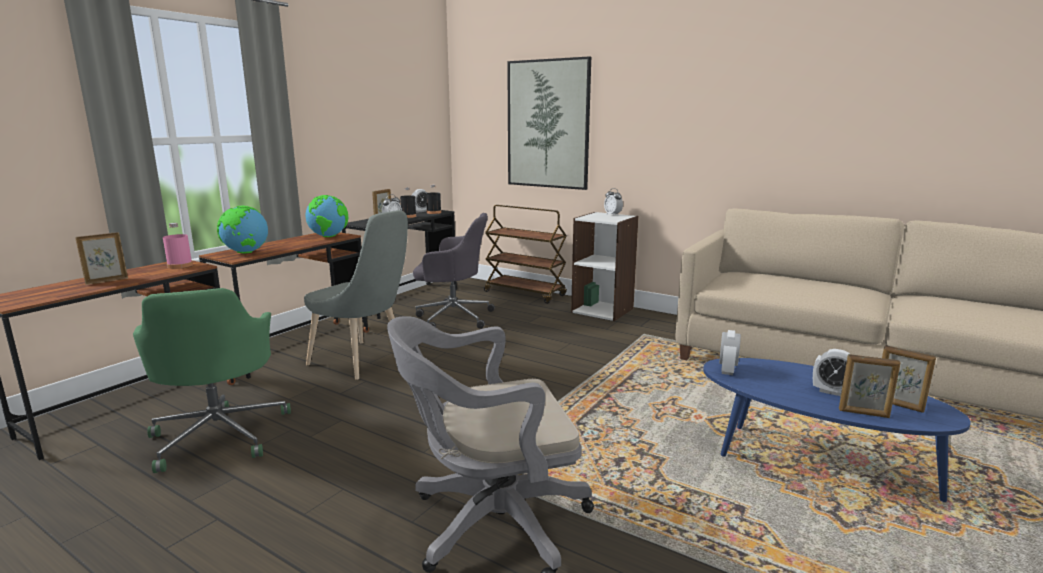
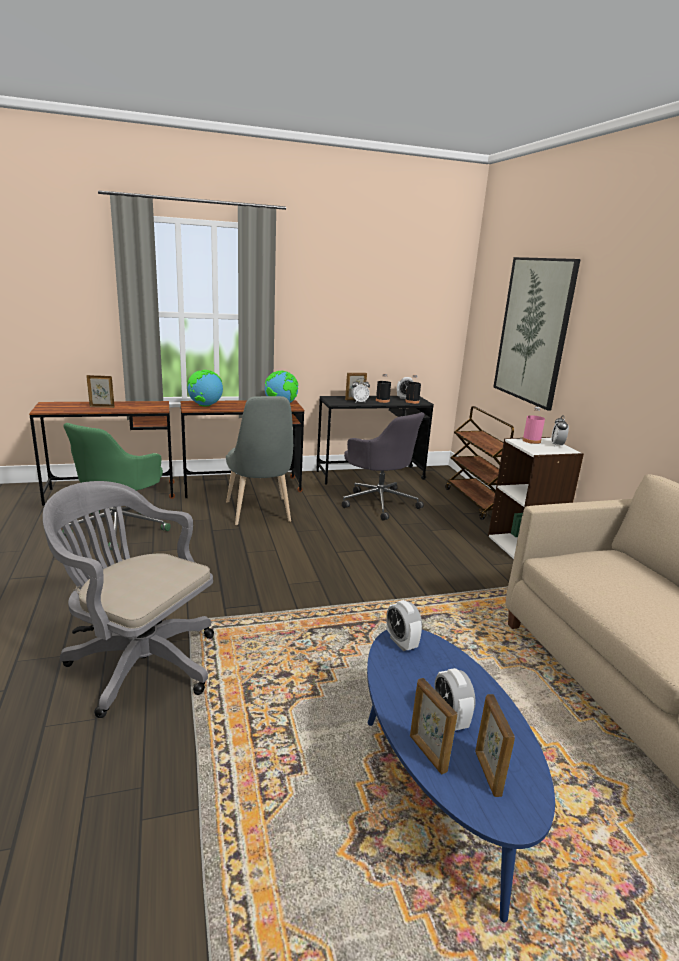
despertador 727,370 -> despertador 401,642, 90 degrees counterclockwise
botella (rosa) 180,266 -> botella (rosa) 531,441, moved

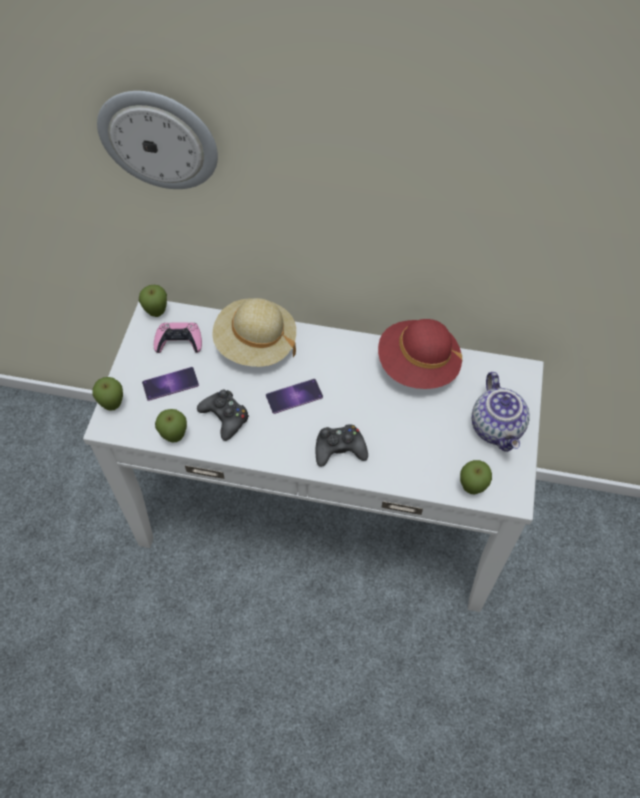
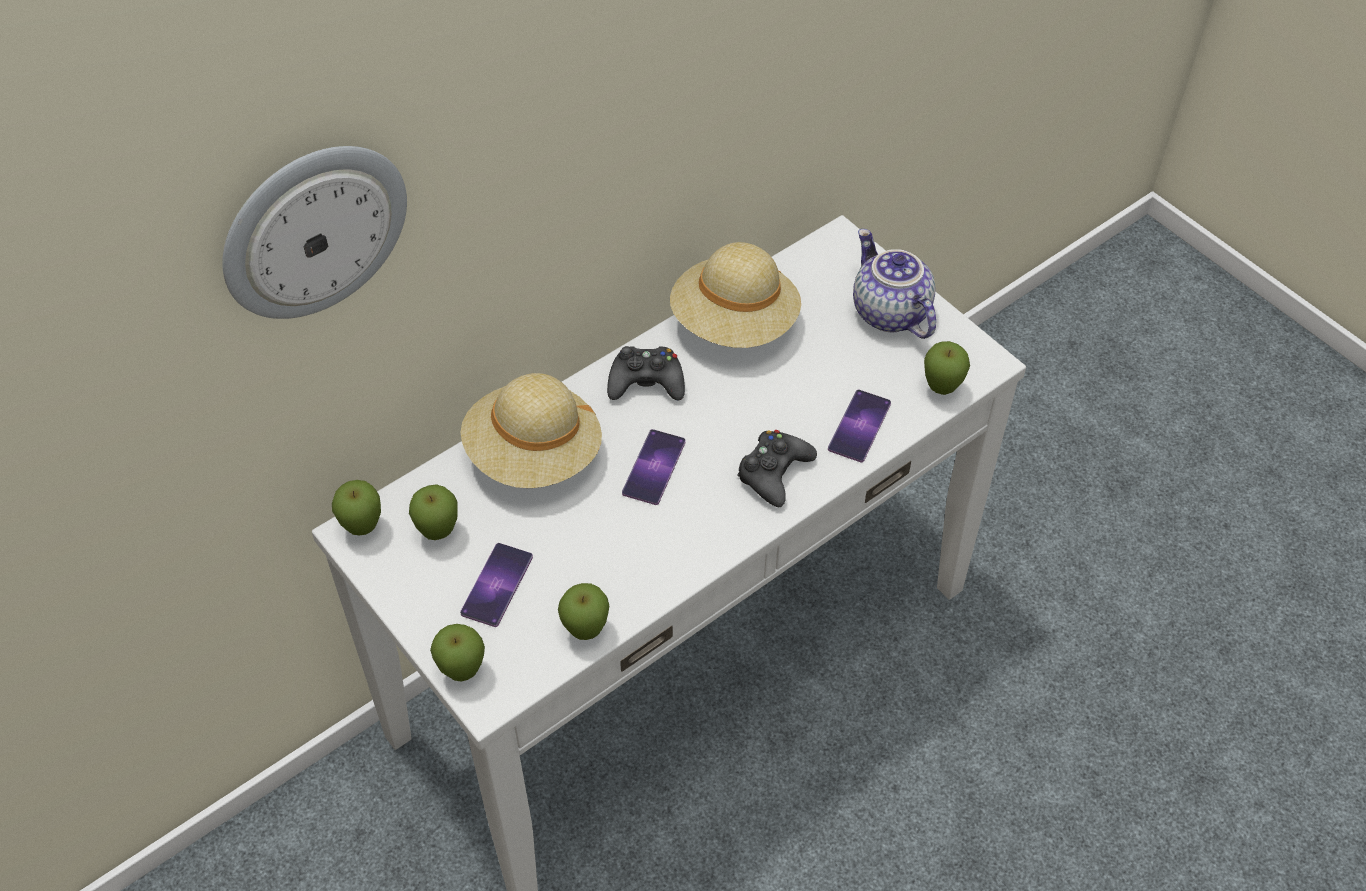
mando de consola (rosa) 179,341 -> manzana 438,533
mando de consola (negro) 225,417 -> mando de consola (negro) 646,382, moved
sombrero (rojo) 417,366 -> sombrero (beis) 735,323
none -> móvil 859,426
tetera 498,428 -> tetera 888,313, 150 degrees counterclockwise

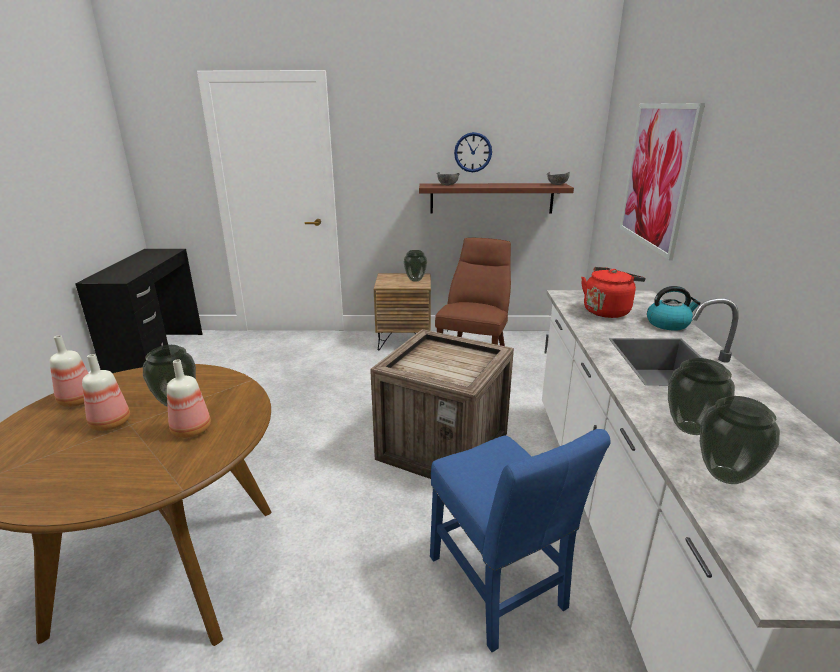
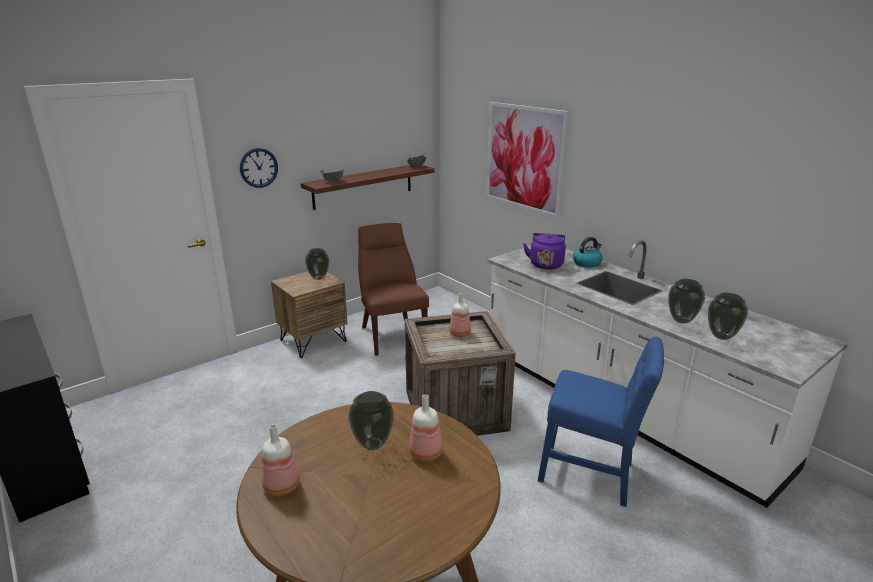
reloj de pared 473,152 -> reloj de pared 259,167, moved
botella 110,424 -> botella 460,334, moved
hervidor (rojo) 607,311 -> hervidor (morado) 546,264

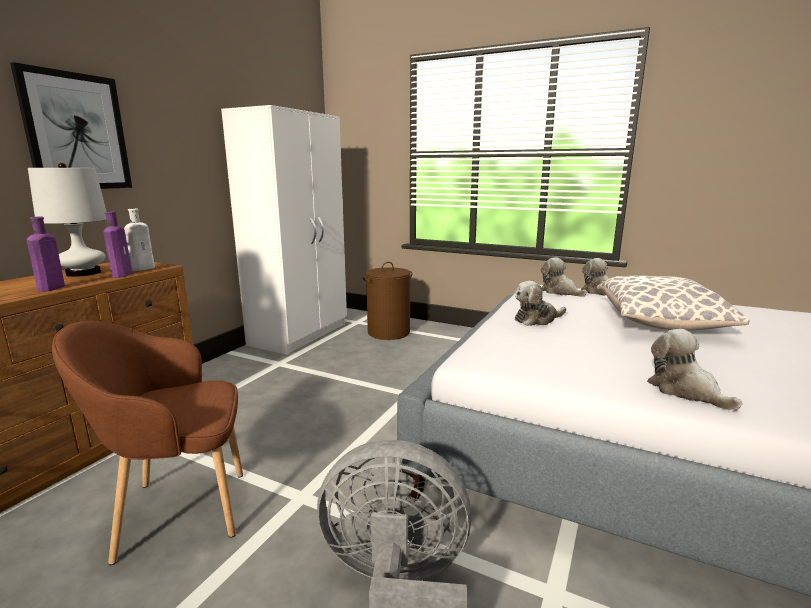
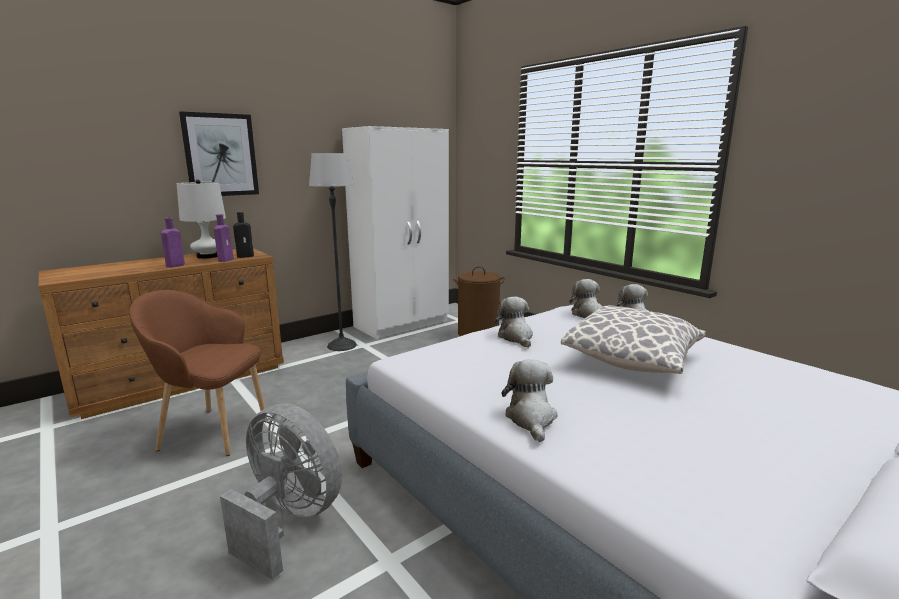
botella (blanco) 145,268 -> botella (negro) 246,256
none -> lámpara de pie 342,345
peluche 537,319 -> peluche 516,337, 75 degrees clockwise

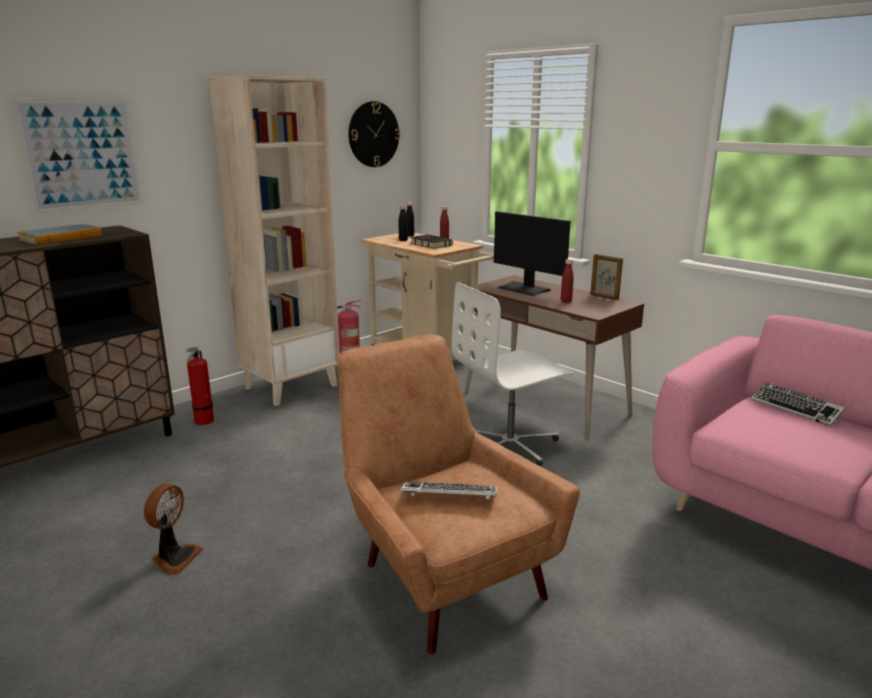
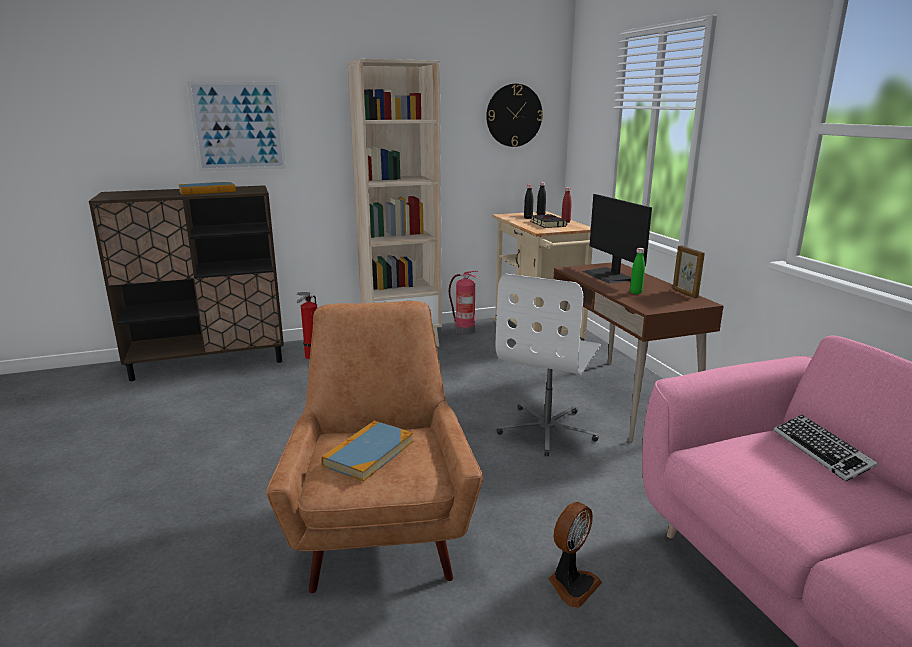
teclado 449,496 -> libro 368,453
silla de oficina (blanco) 511,445 -> silla de oficina (blanco) 547,429, 60 degrees counterclockwise
ventilador 174,558 -> ventilador 571,584, moved
botella (rojo) 566,301 -> botella (verde) 636,292

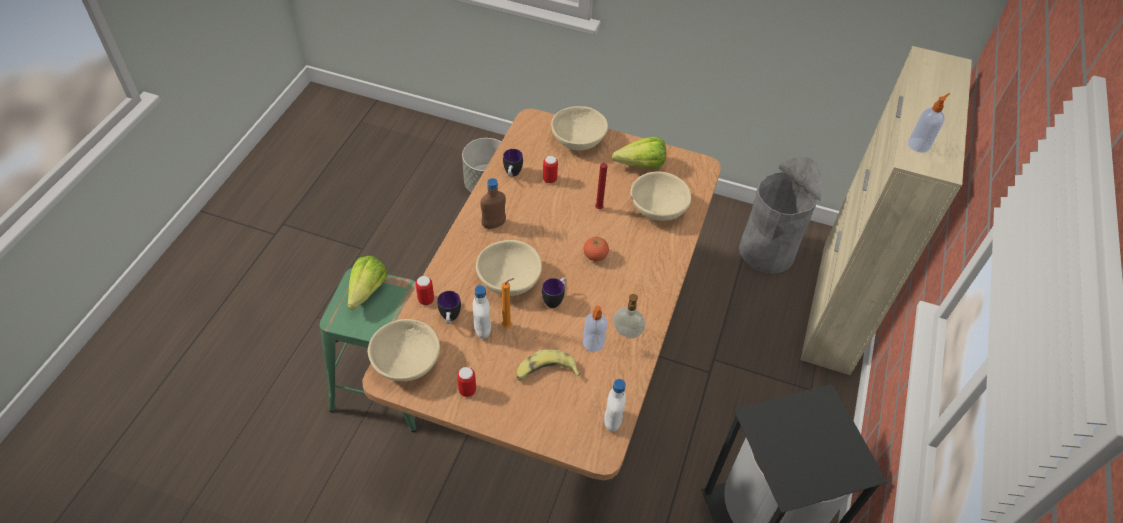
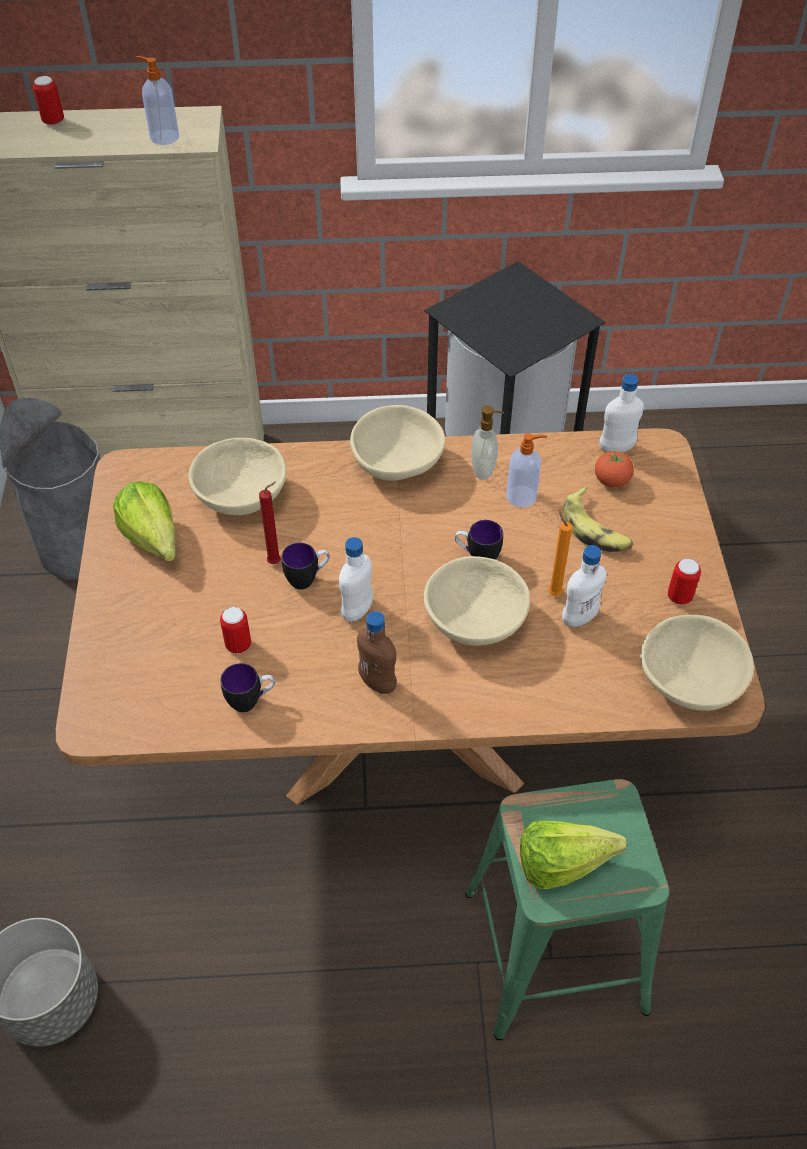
lata 426,300 -> lata 53,121, moved
taza grande 450,319 -> taza grande 308,579, moved
none -> botella (blanco) 357,610
cuenco (beis) 578,140 -> cuenco (beis) 396,464, moved
tomate 595,256 -> tomate 611,481, moved

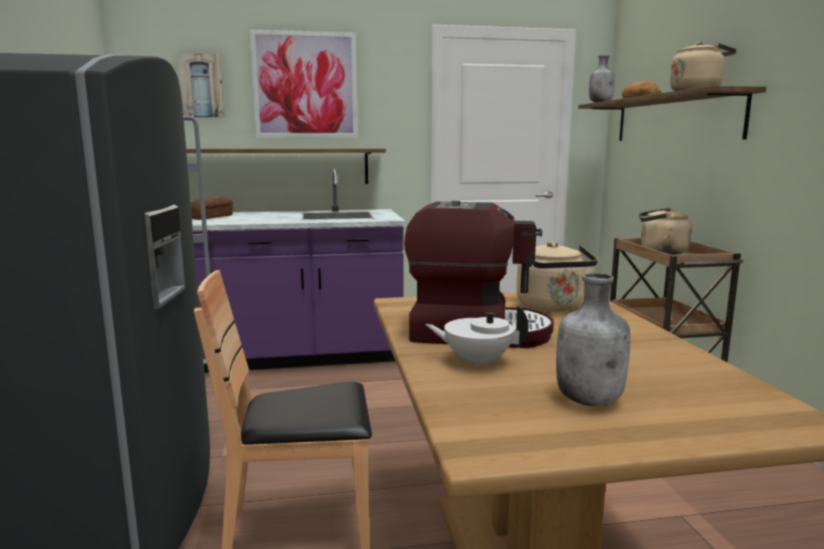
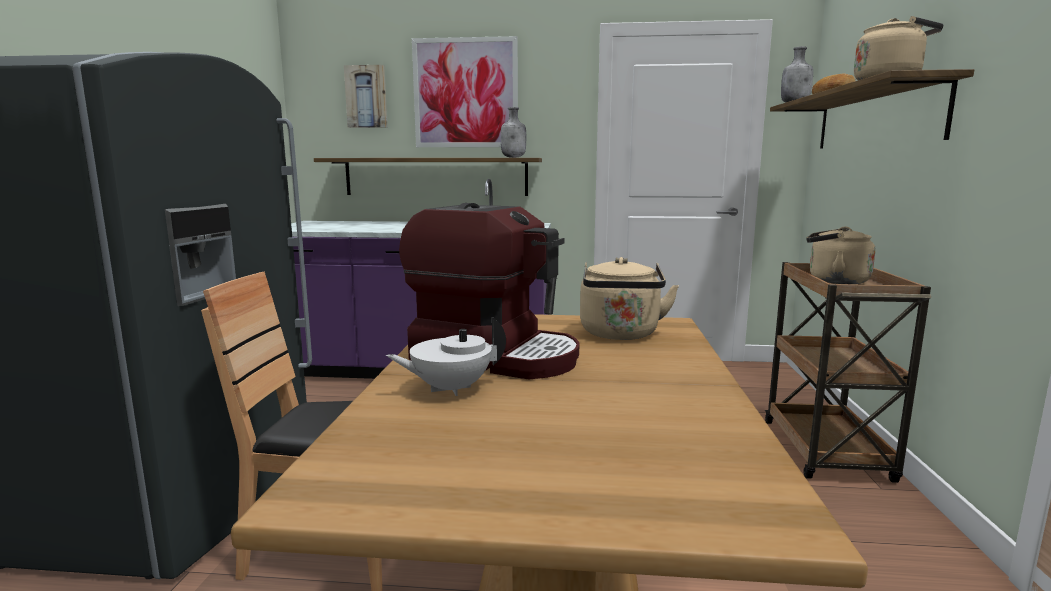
tetera (blanco) 476,361 -> tetera (blanco) 450,389, 45 degrees counterclockwise
botella (gris) 590,400 -> botella (gris) 514,157, moved
pan 211,217 -> none

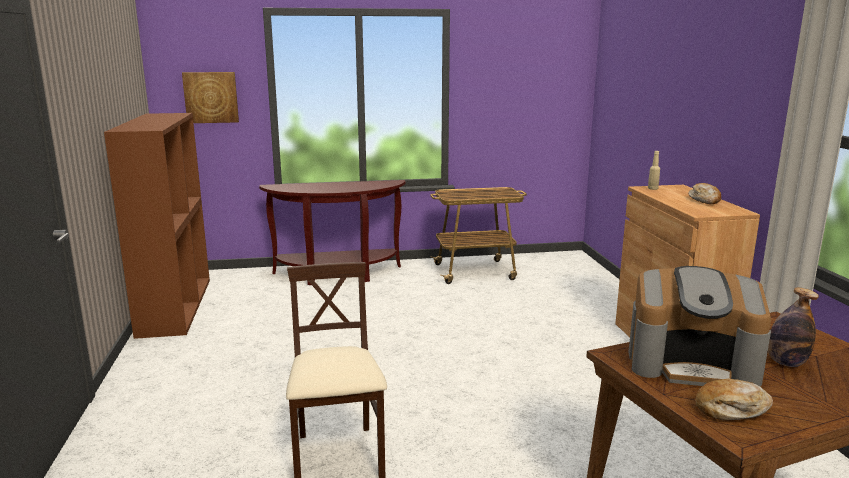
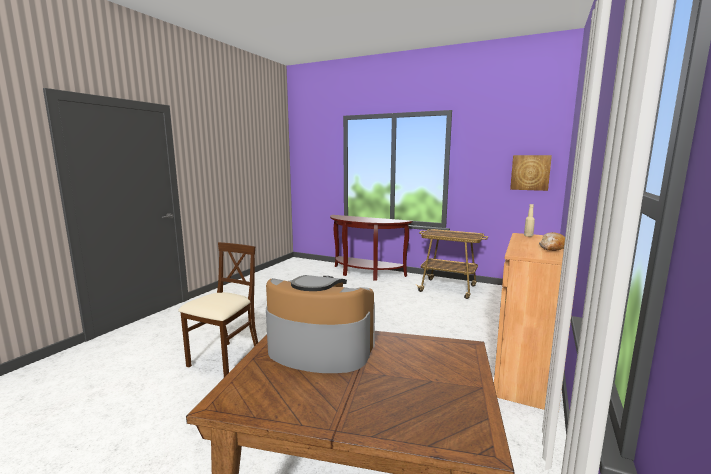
cafetera 692,363 -> cafetera 319,349, 150 degrees clockwise
cuadro 211,97 -> cuadro 530,172, moved
estantería (marrón) 174,306 -> none
pan 731,409 -> none
botella 786,363 -> none

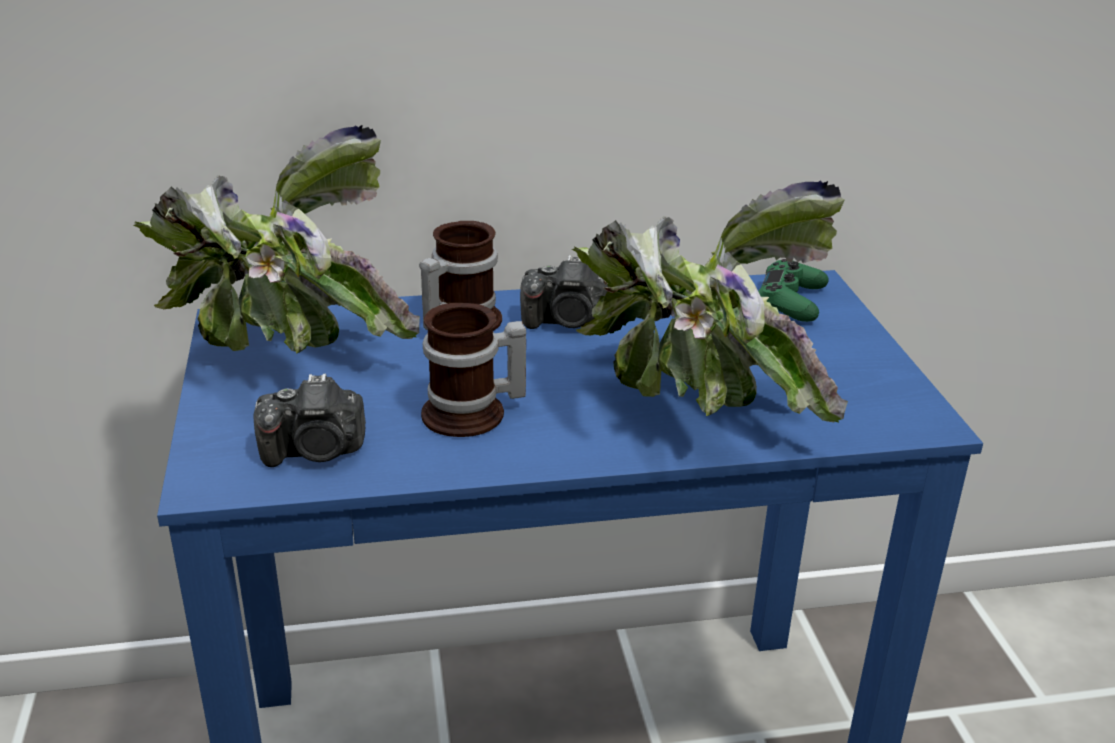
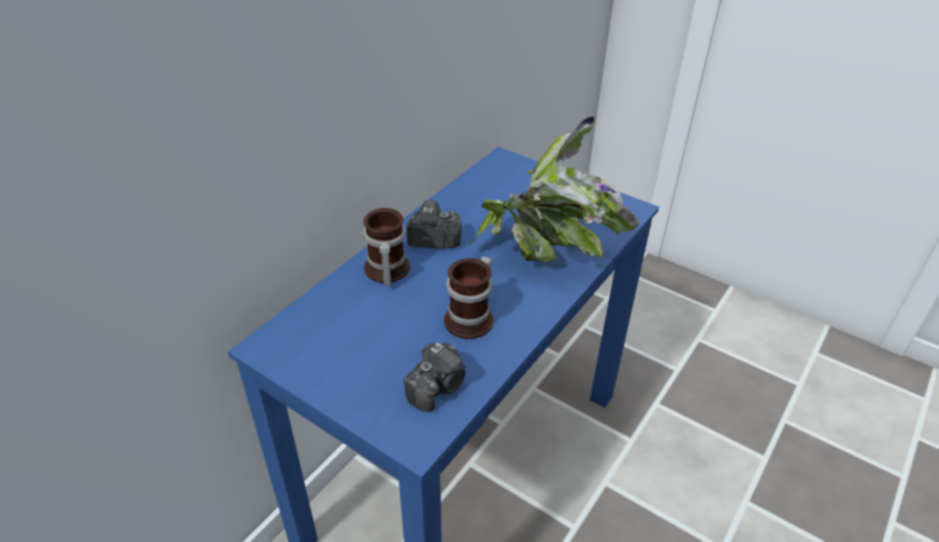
cámara 566,321 -> cámara 433,240, 135 degrees counterclockwise
planta en maceta 281,353 -> none
mando de consola (verde) 790,302 -> none

